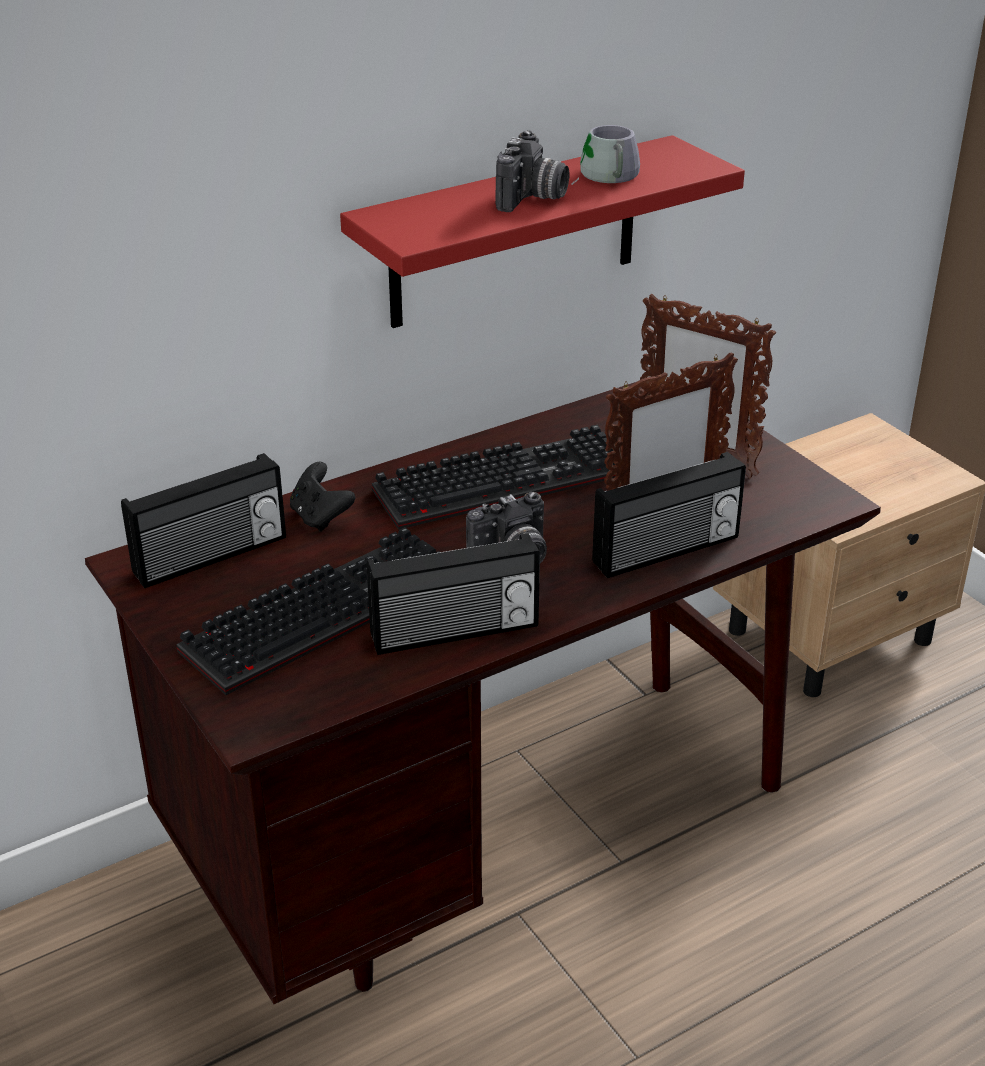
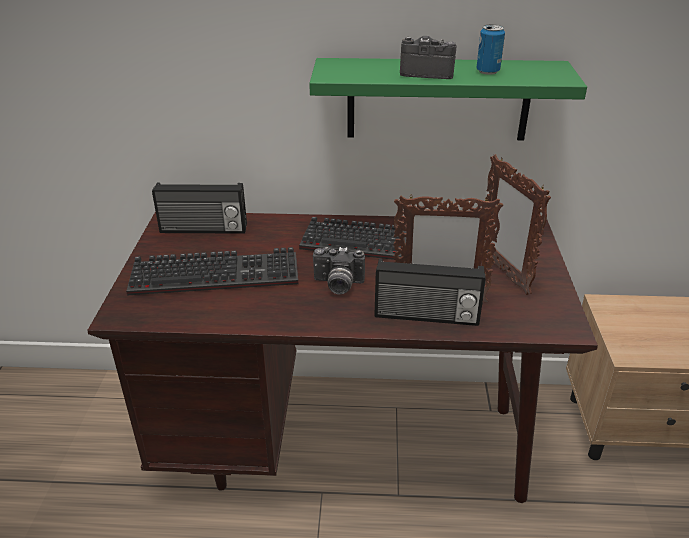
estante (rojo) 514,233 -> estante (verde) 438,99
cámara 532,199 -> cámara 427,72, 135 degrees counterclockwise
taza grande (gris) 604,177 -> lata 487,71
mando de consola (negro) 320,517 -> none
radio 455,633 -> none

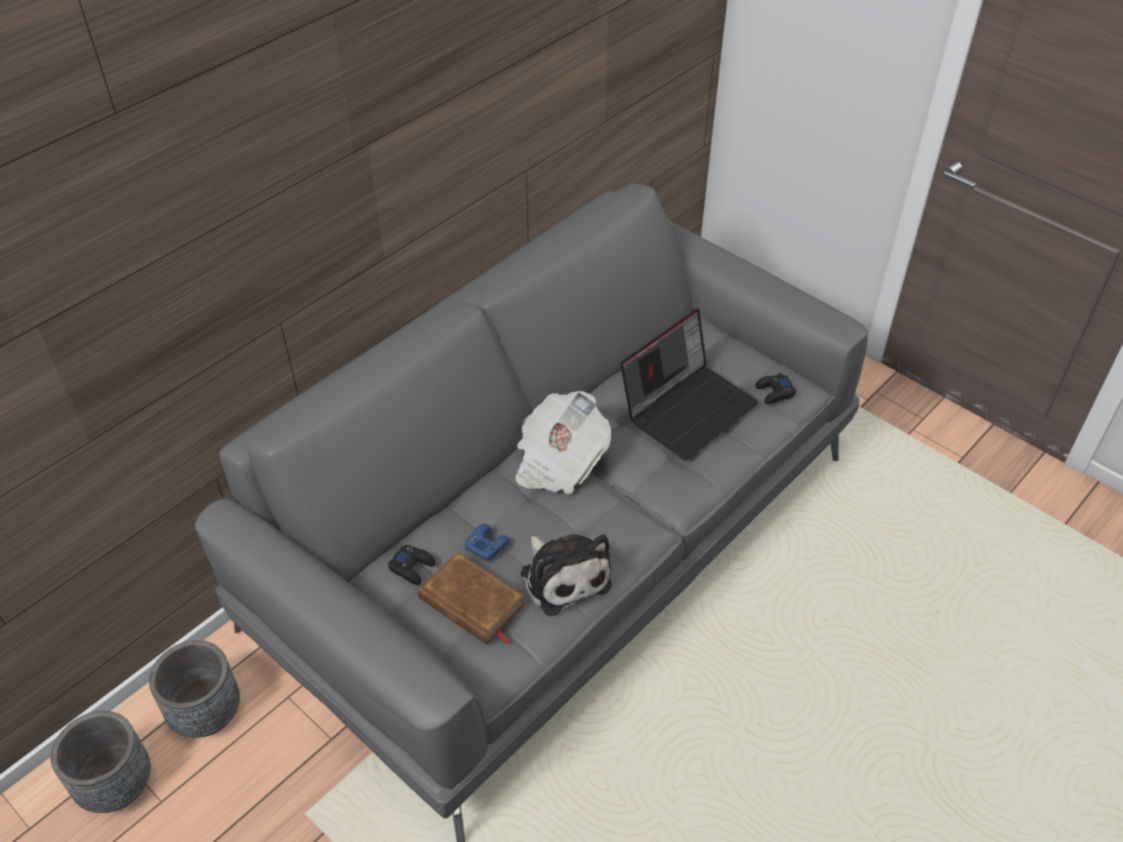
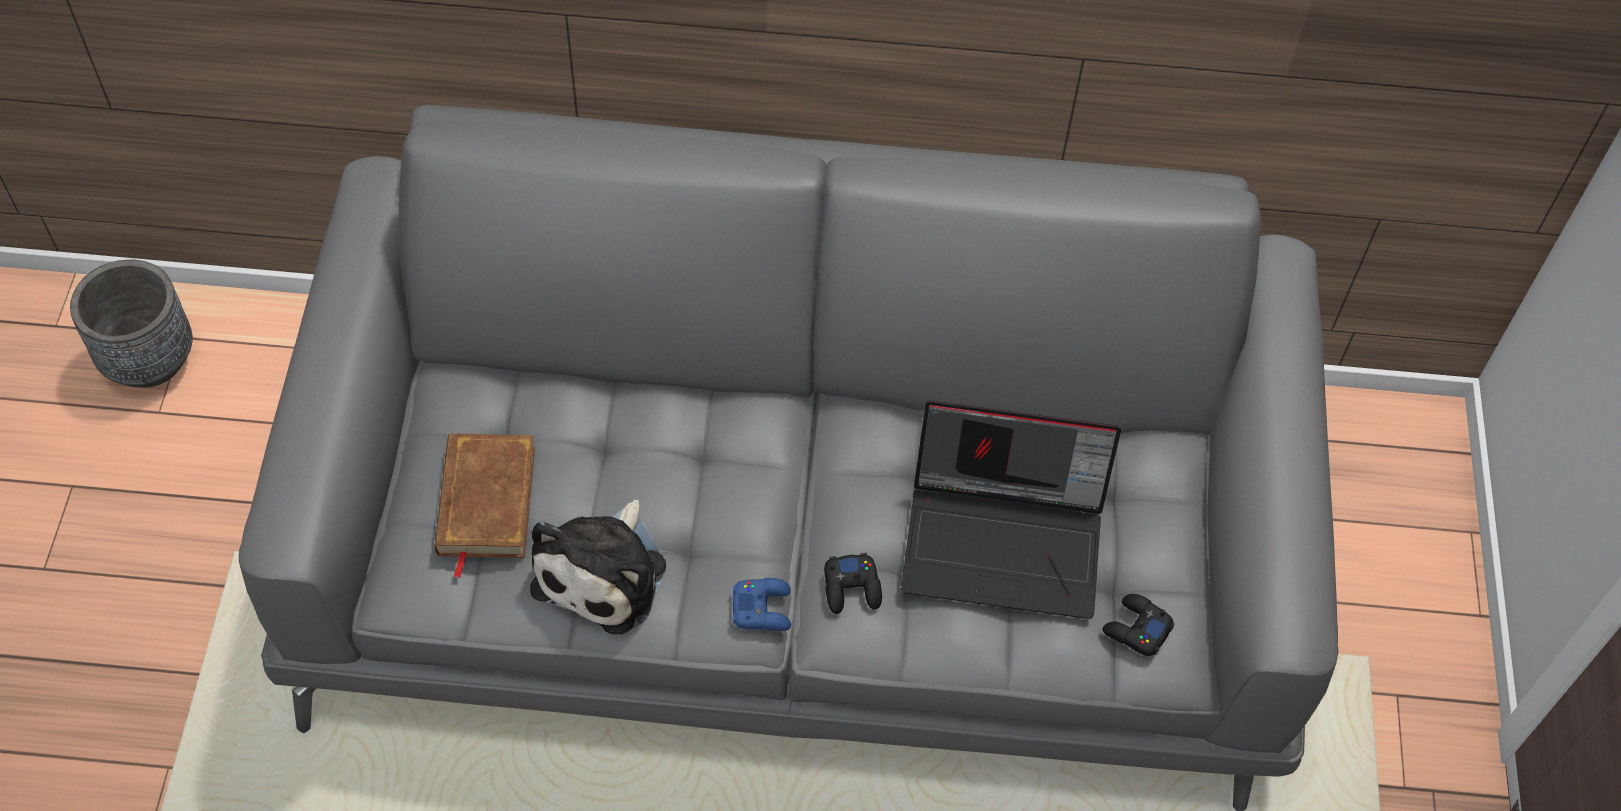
mando de consola (azul) 487,544 -> mando de consola (azul) 762,608, moved
mando de consola (negro) 412,567 -> mando de consola (negro) 852,588, moved
maceta (gris) 207,713 -> none
periódico 558,461 -> none

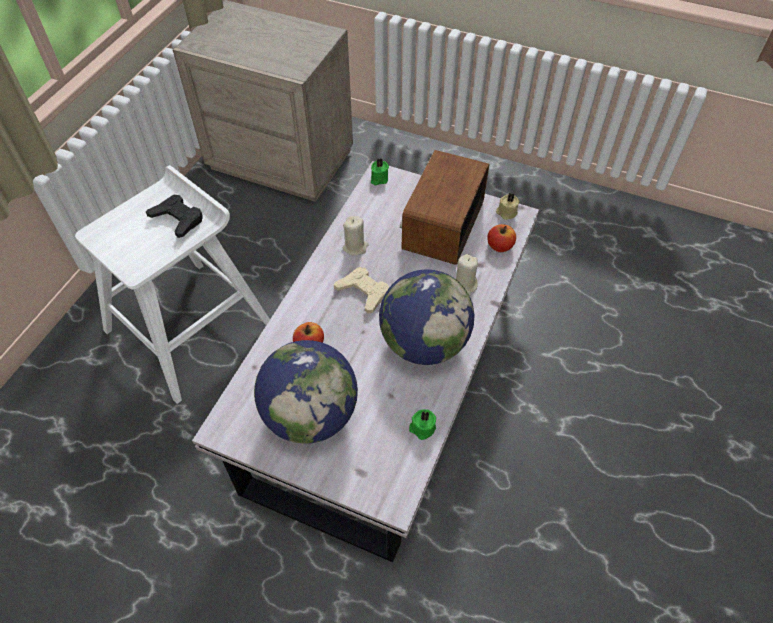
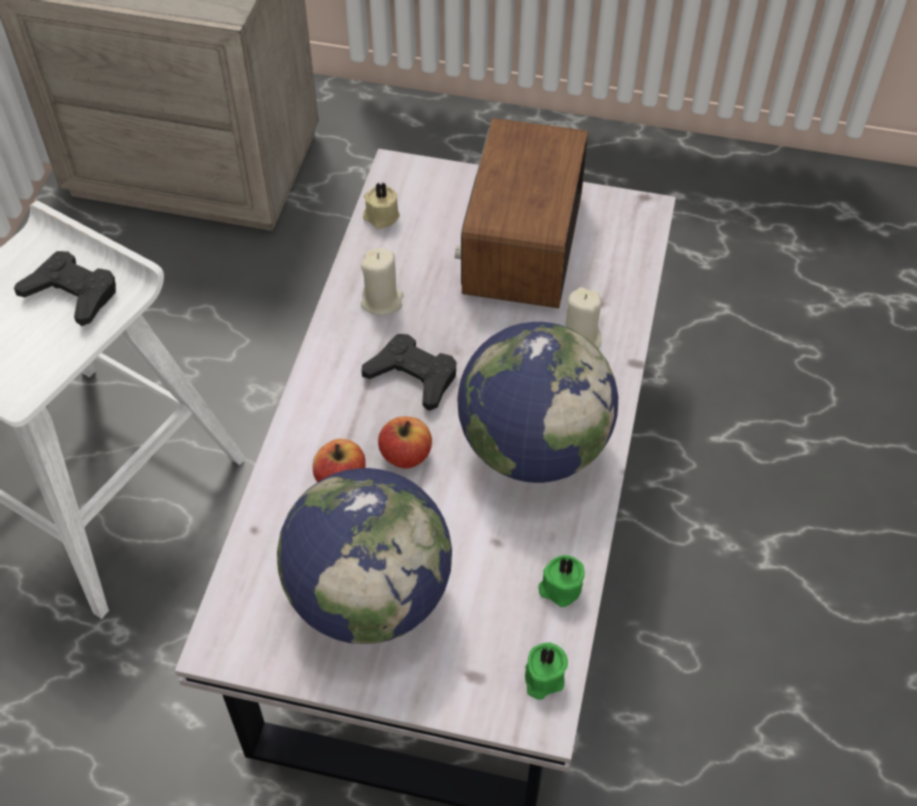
mando de consola (beis) 363,292 -> mando de consola (negro) 413,376
vela (beis) 506,212 -> vela (beis) 381,216, moved
manzana 500,246 -> manzana 406,455, moved
vela (verde) 378,179 -> vela (verde) 542,678, moved

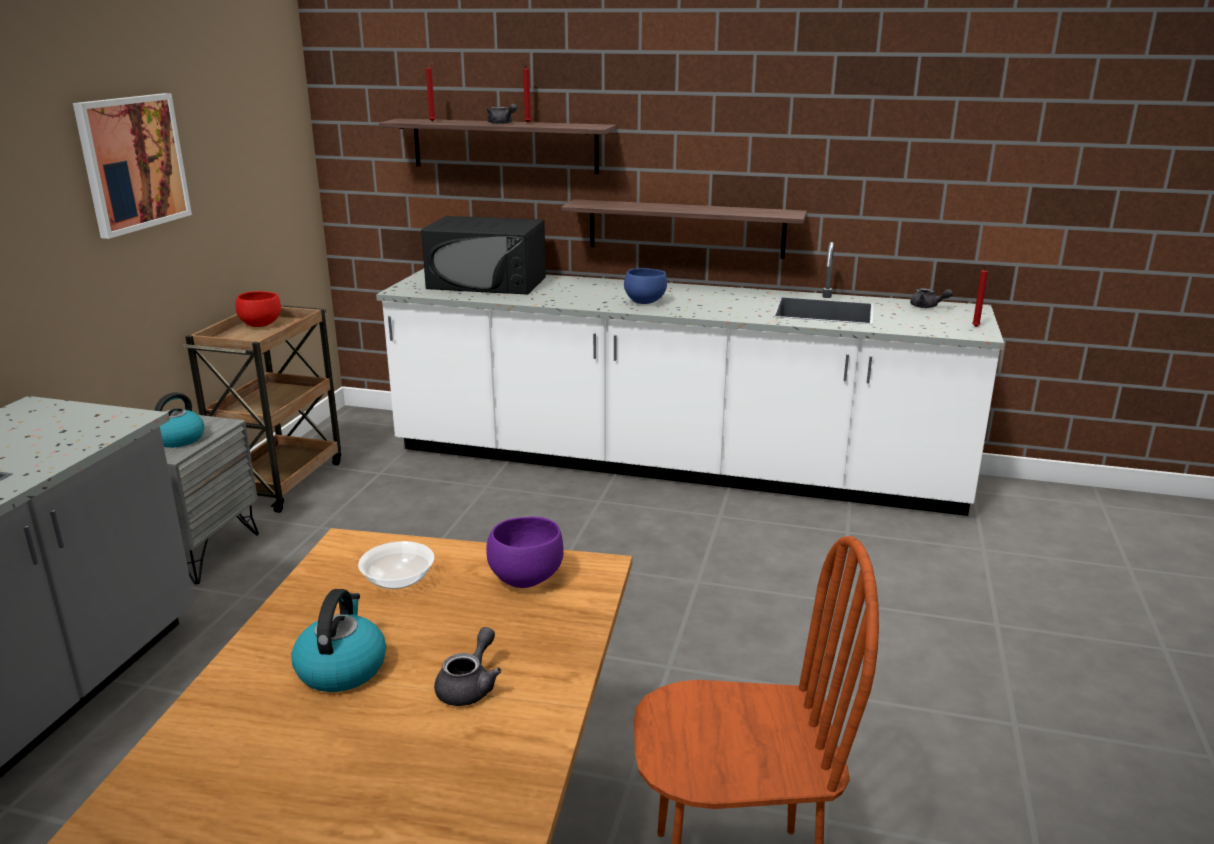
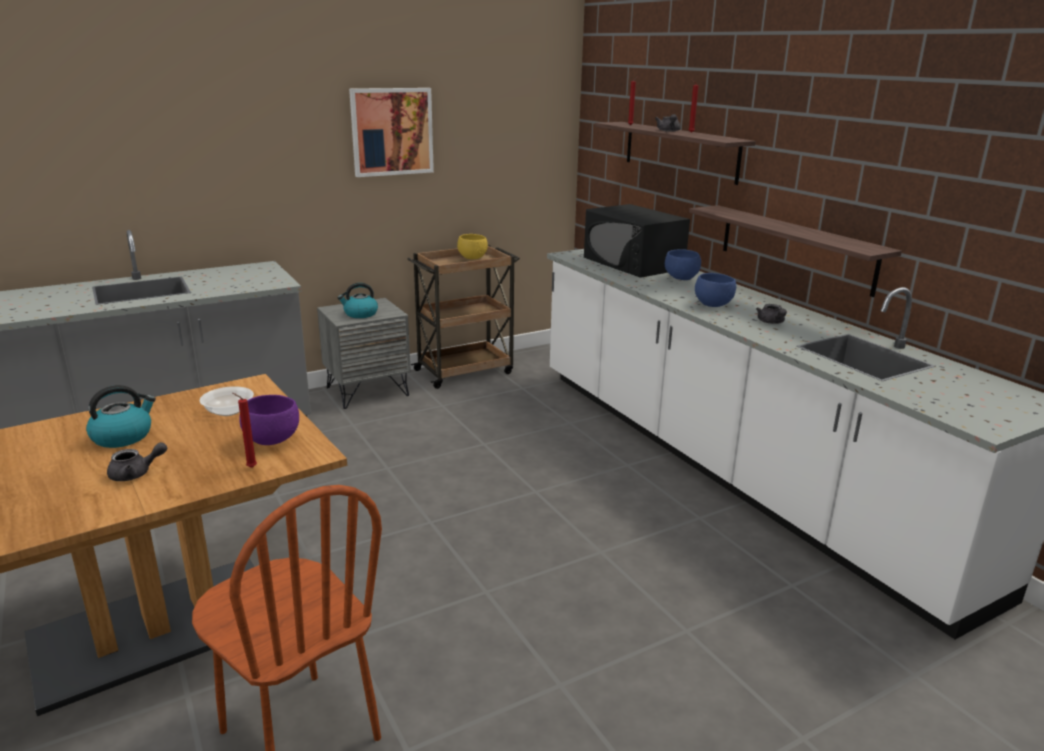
vela (rojo) 975,327 -> vela (rojo) 250,467, moved
cuenco (rojo) 261,325 -> cuenco (amarillo) 473,258
none -> cuenco (azul) 682,278
tetera (gris) 927,307 -> tetera (gris) 771,322, moved

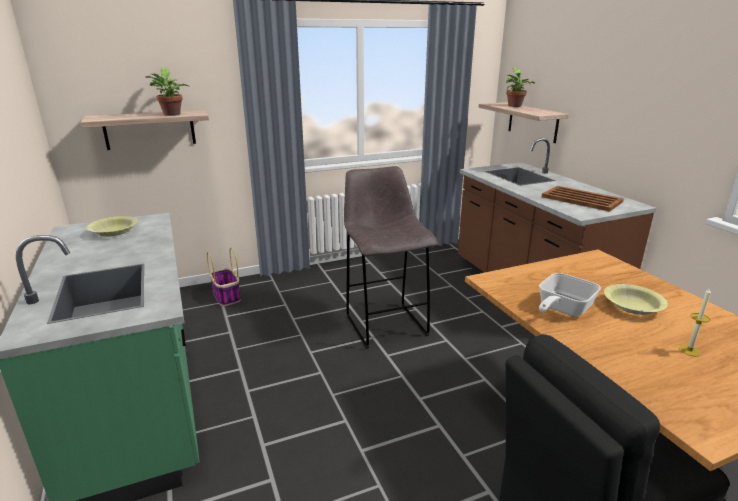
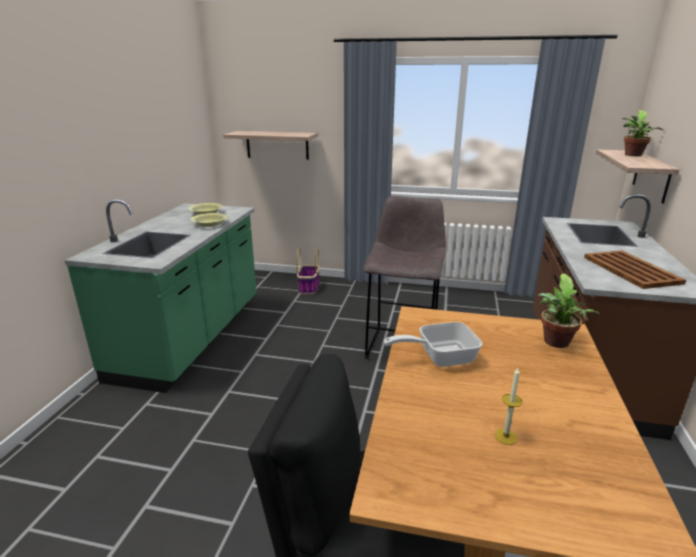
cuenco (amarillo) 632,306 -> cuenco (amarillo) 209,224, moved
planta en maceta 172,115 -> planta en maceta 556,343, moved

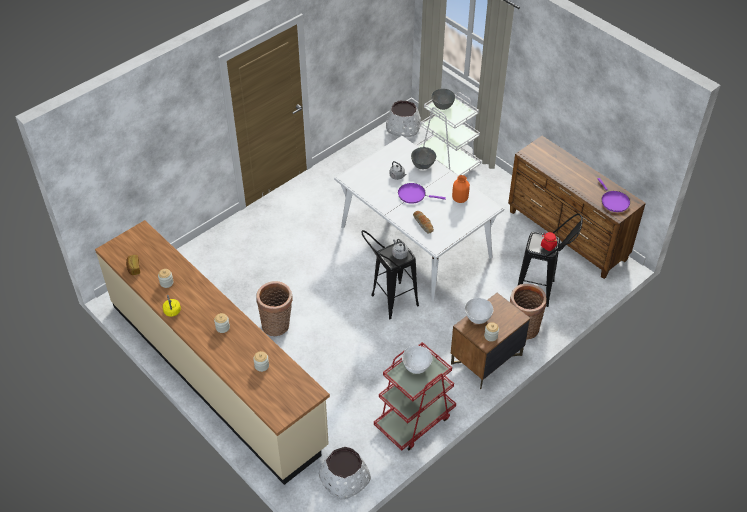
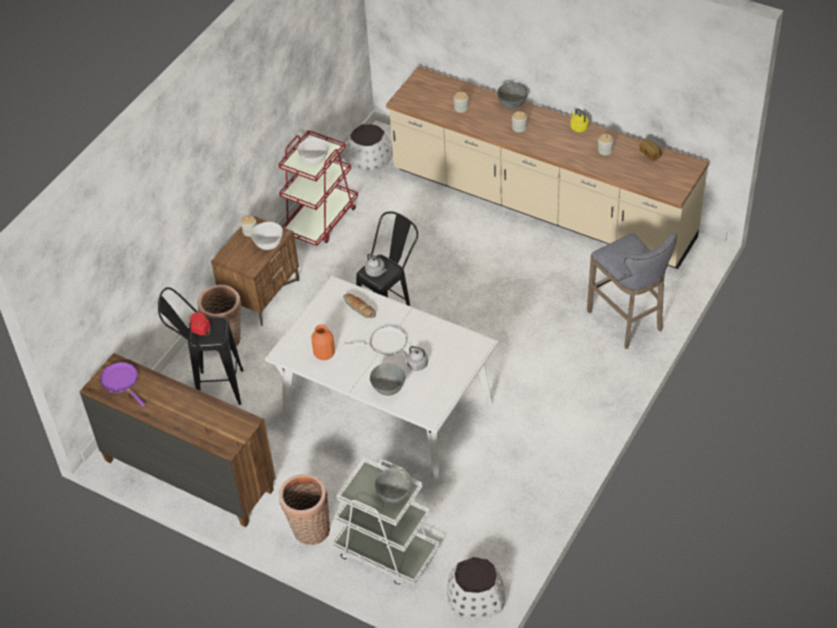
cesta 277,325 -> cesta 309,530, moved
sartén (morado) 414,195 -> sartén (blanco) 385,343
none -> cuenco (gris) 512,105
none -> taburete (gris) 628,322

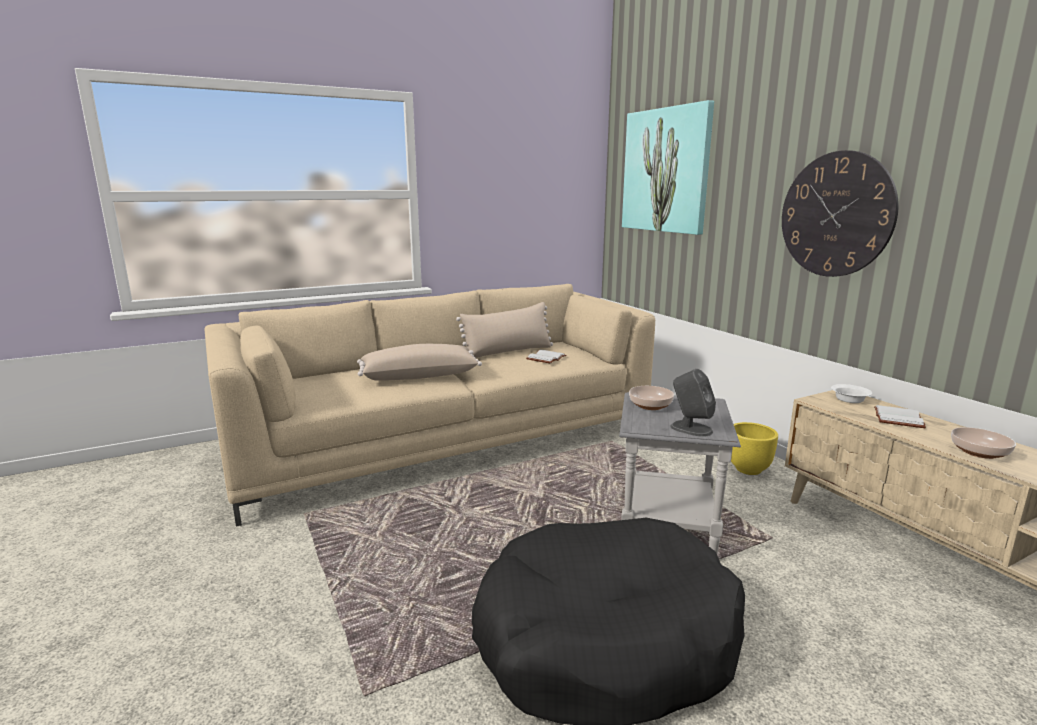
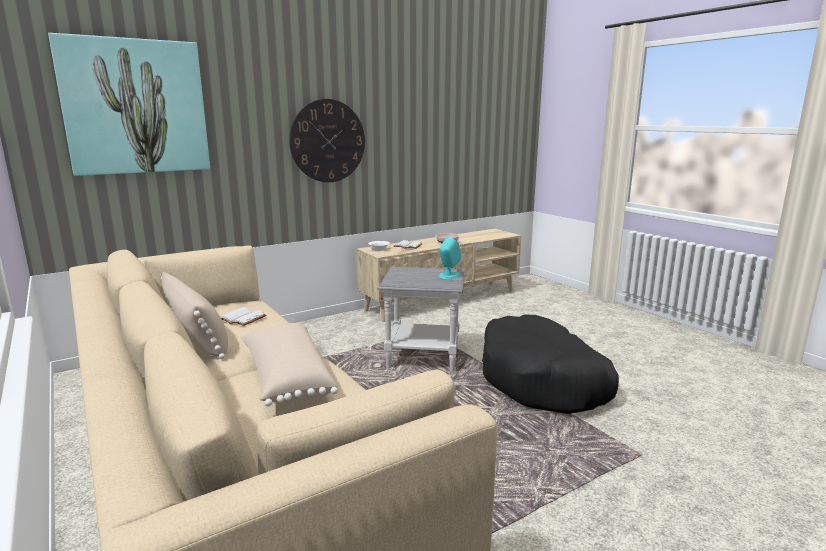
altavoz (gris) 690,428 -> altavoz (turquesa) 449,275
cuenco 649,405 -> none
maceta (amarillo) 749,470 -> none

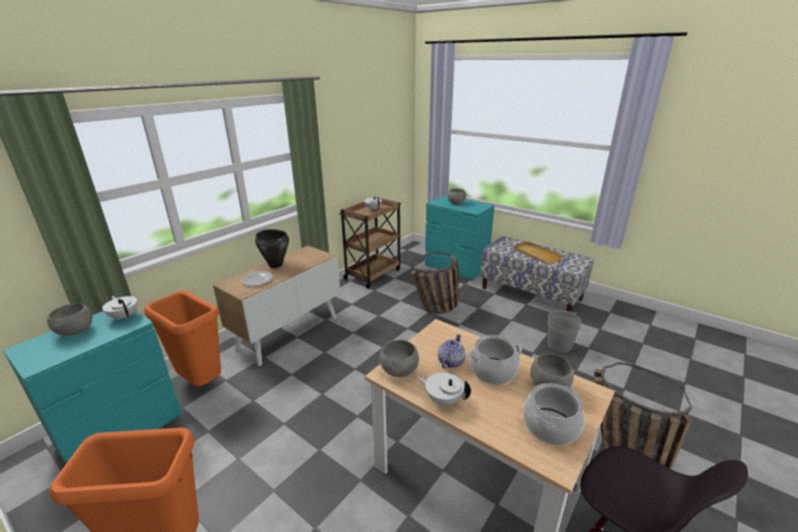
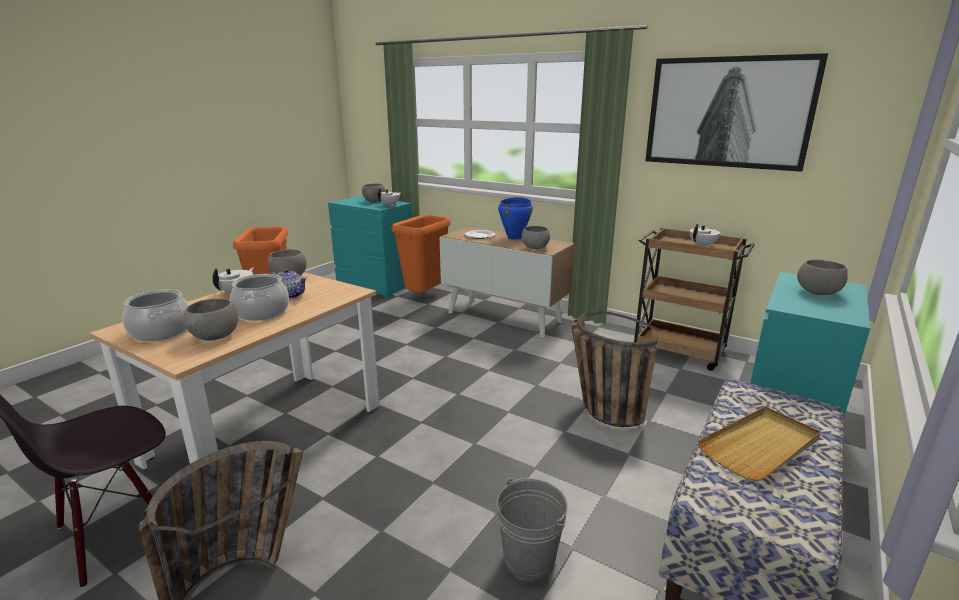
olla (negro) 275,265 -> olla (azul) 515,237
none -> cuenco (gris) 535,248
none -> cuadro 727,112

